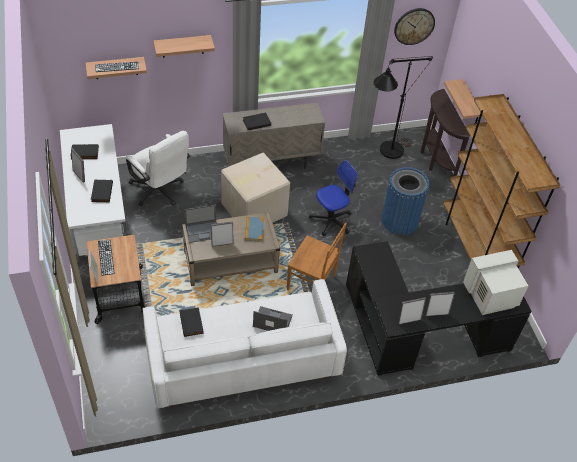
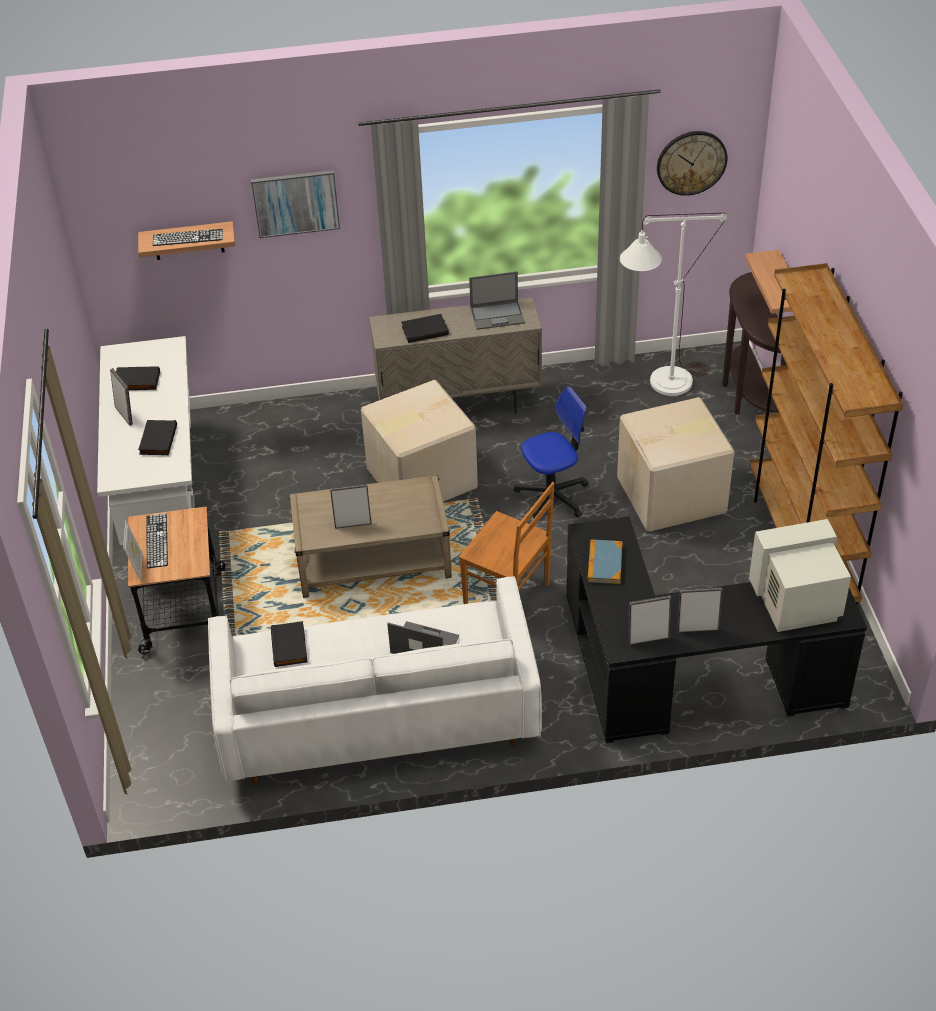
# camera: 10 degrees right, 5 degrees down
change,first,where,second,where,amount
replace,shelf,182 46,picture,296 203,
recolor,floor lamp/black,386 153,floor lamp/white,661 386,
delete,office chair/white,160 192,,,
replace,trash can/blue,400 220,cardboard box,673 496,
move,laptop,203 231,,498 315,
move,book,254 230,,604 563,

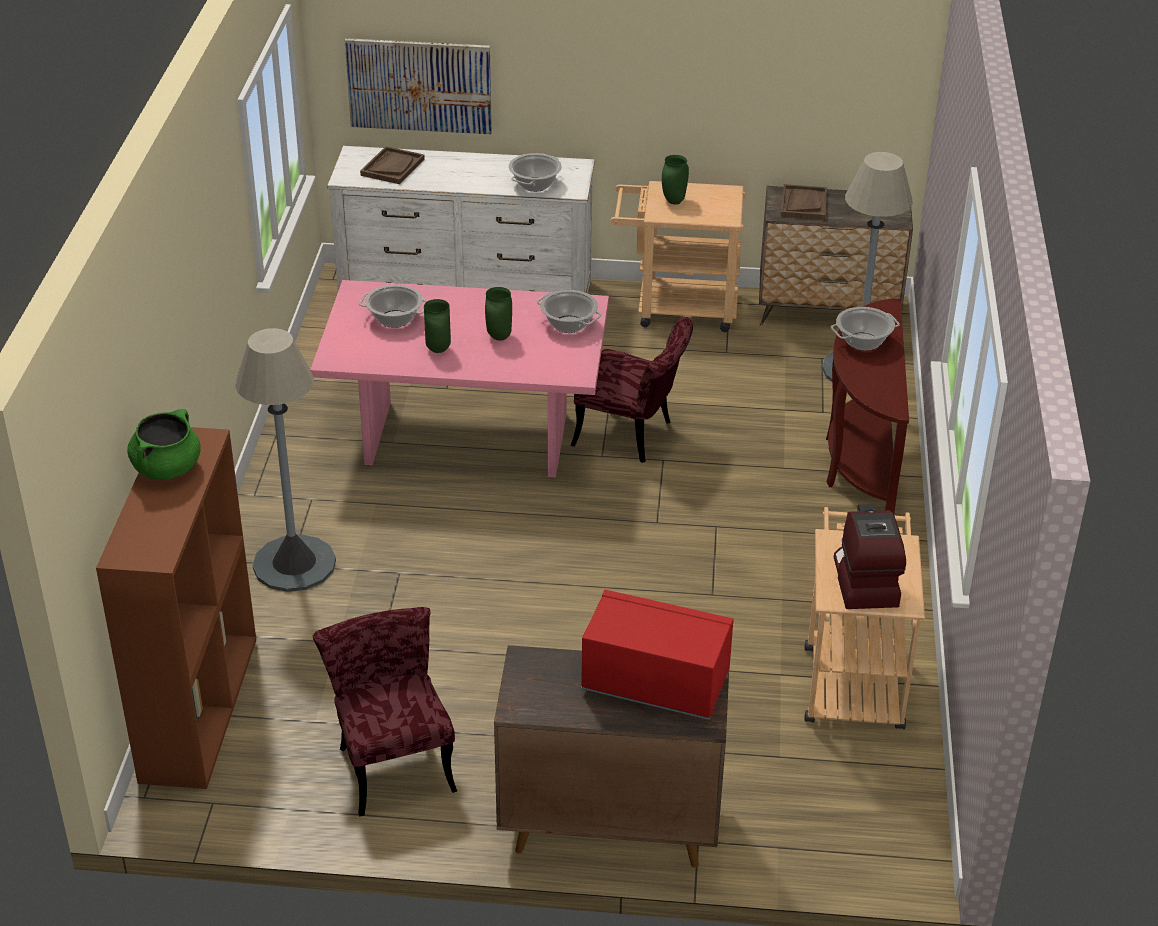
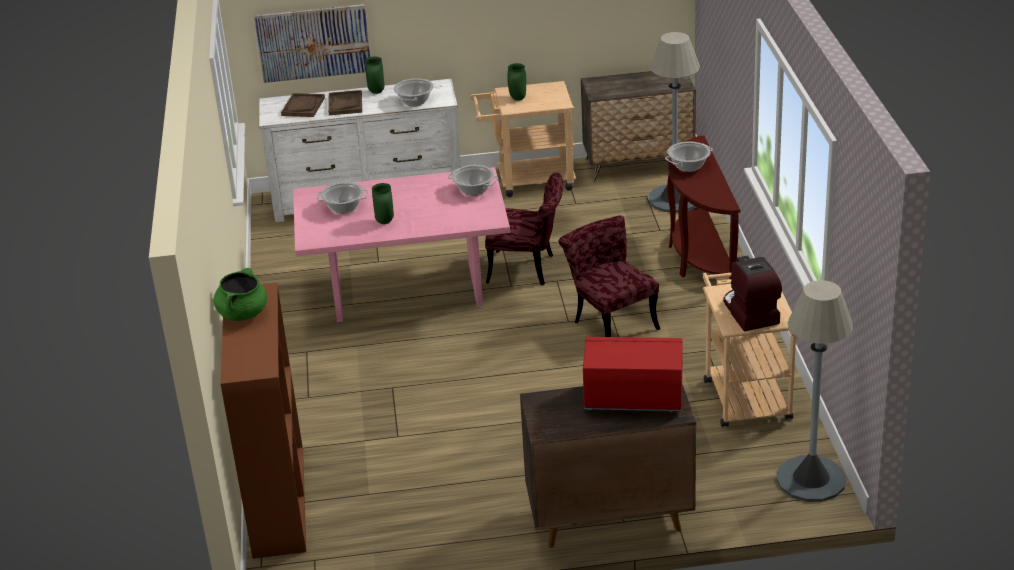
# camera: 10 degrees left, 5 degrees down
change,first,where,second,where,amount
move,tray/brown,803 204,,345 104,
move,vase/green,499 337,,377 92,
move,floor lamp/grey,294 564,,811 479,
move,chair/red,392 760,,610 322,

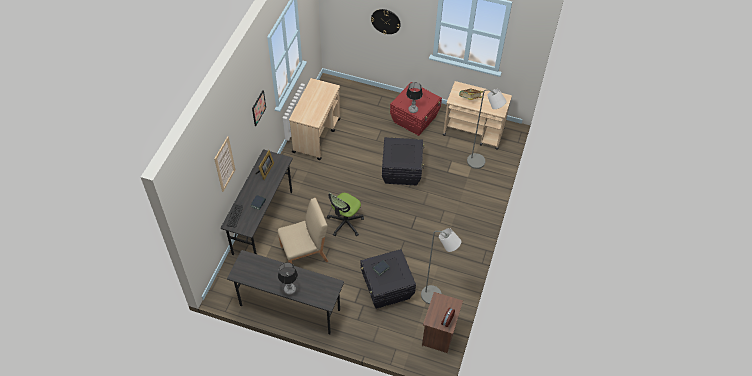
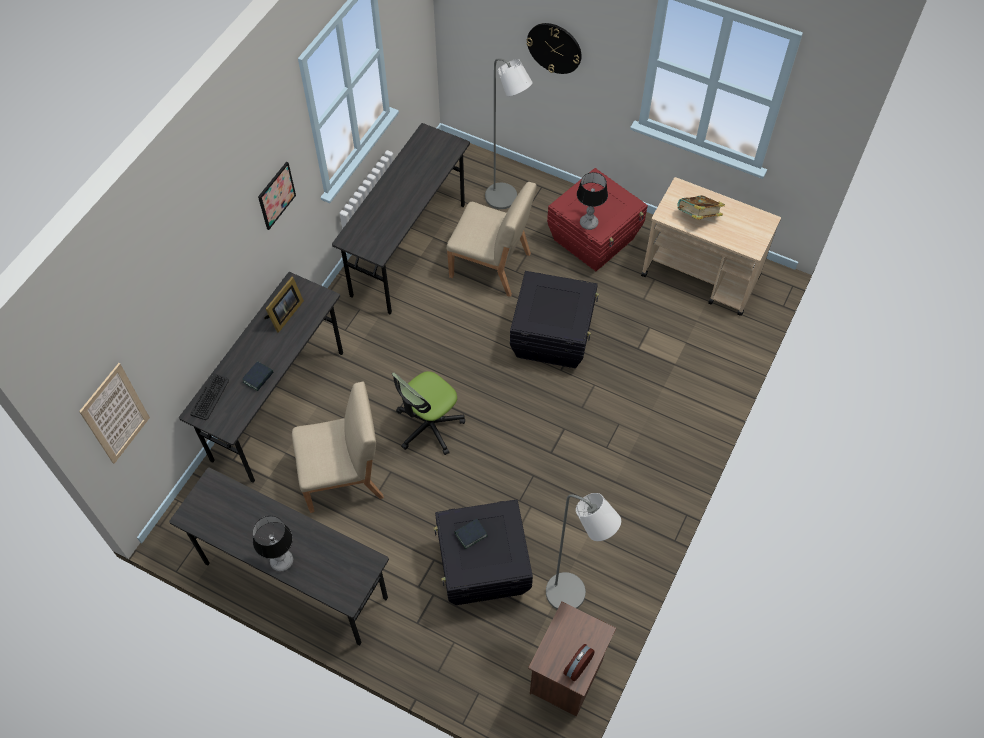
# camera: 10 degrees right, 5 degrees up
change,first,where,second,where,amount
replace,cart/beige,317 135,desk/grey,408 249,
move,floor lamp/grey,479 163,,505 200,
move,picture,224 164,,115 414,
insert,,,chair/beige,491 266,

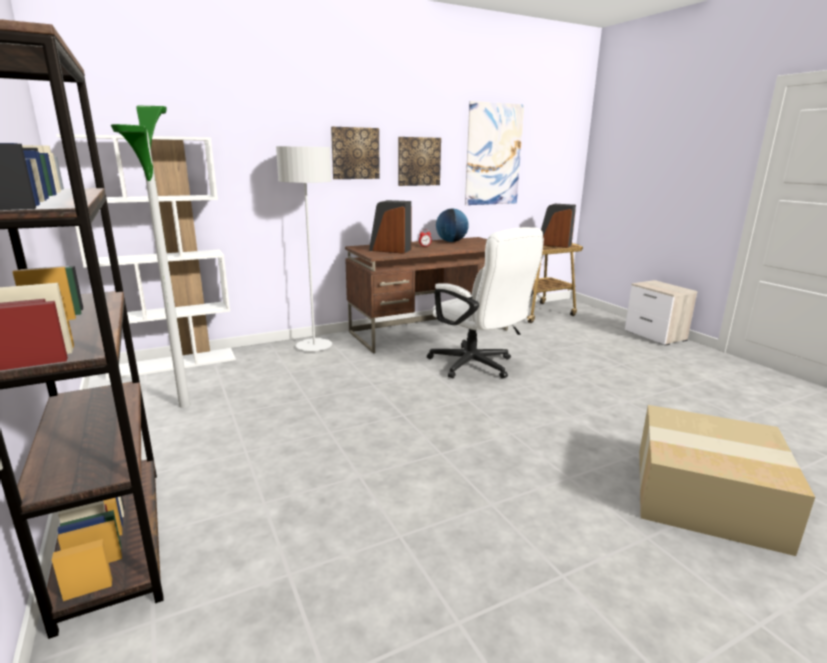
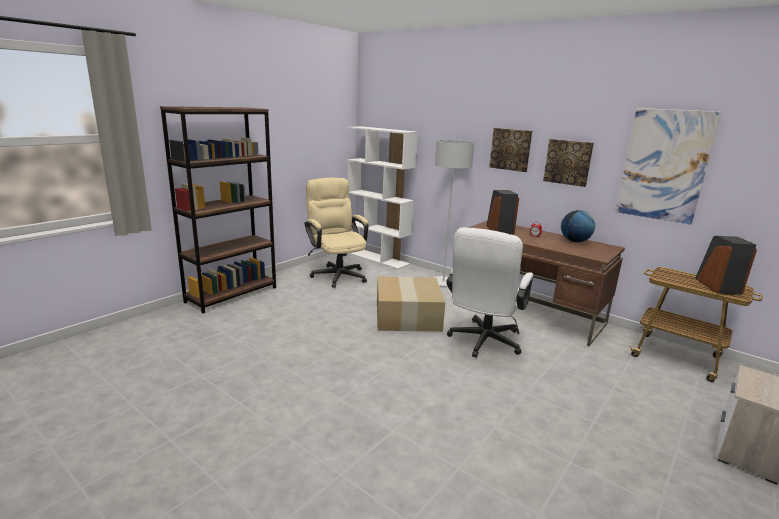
# camera: 65 degrees right, 0 degrees up
change,first,where,second,where,amount
replace,floor lamp,184 405,office chair/beige,337 274,
move,cardboard box,704 497,,406 315,

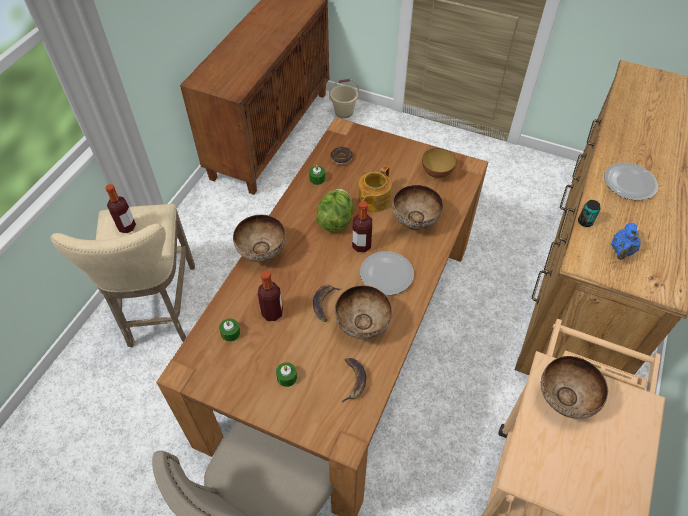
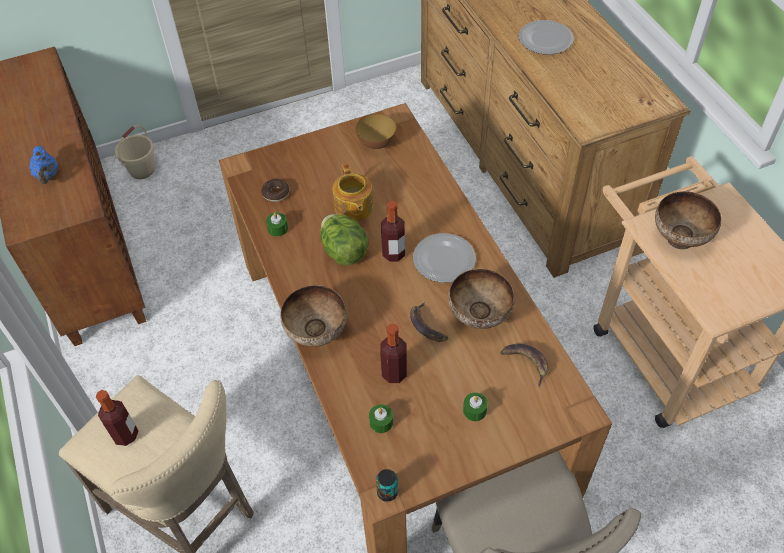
# camera: 45 degrees left, 0 degrees up
change,first,where,second,where,amount
delete,bowl,414 222,,,
move,can,585 222,,387 492,
move,teapot/blue,621 251,,47 176,

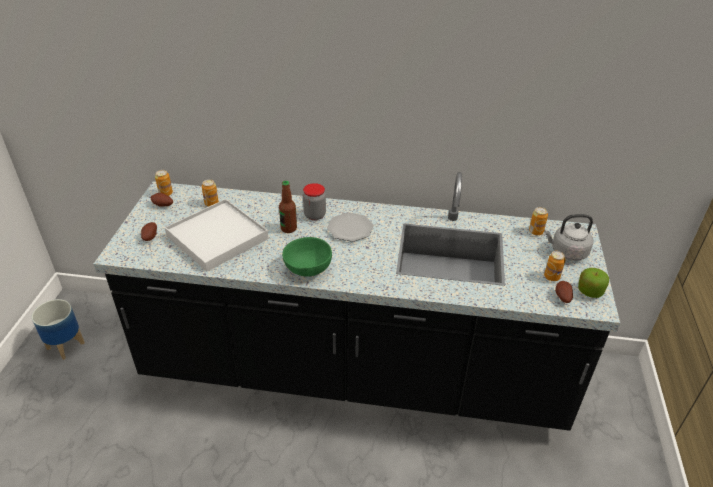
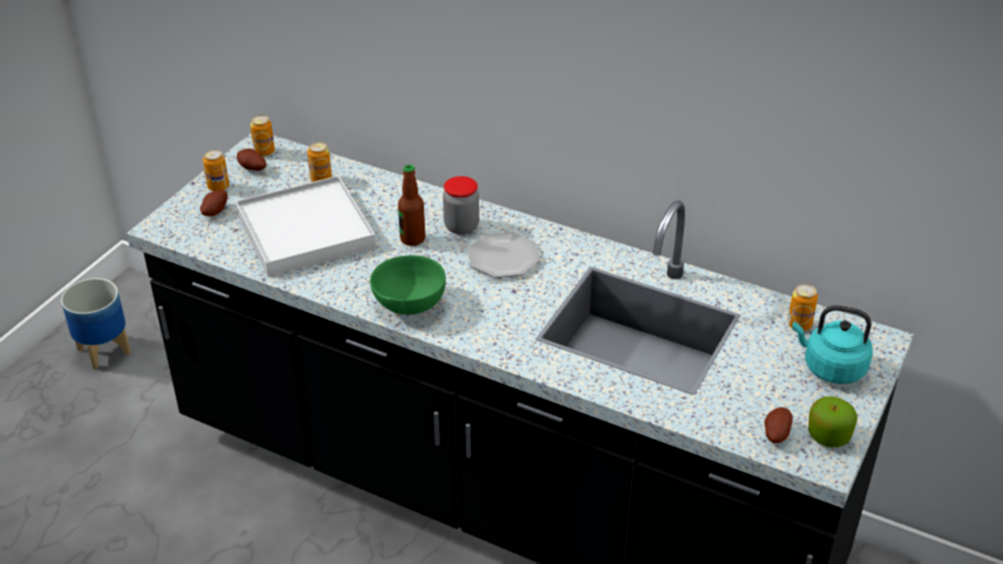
# camera: 20 degrees right, 0 degrees up
change,first,where,second,where,amount
recolor,kettle/grey,567 252,kettle/turquoise,830 368,
move,can,551 277,,218 187,

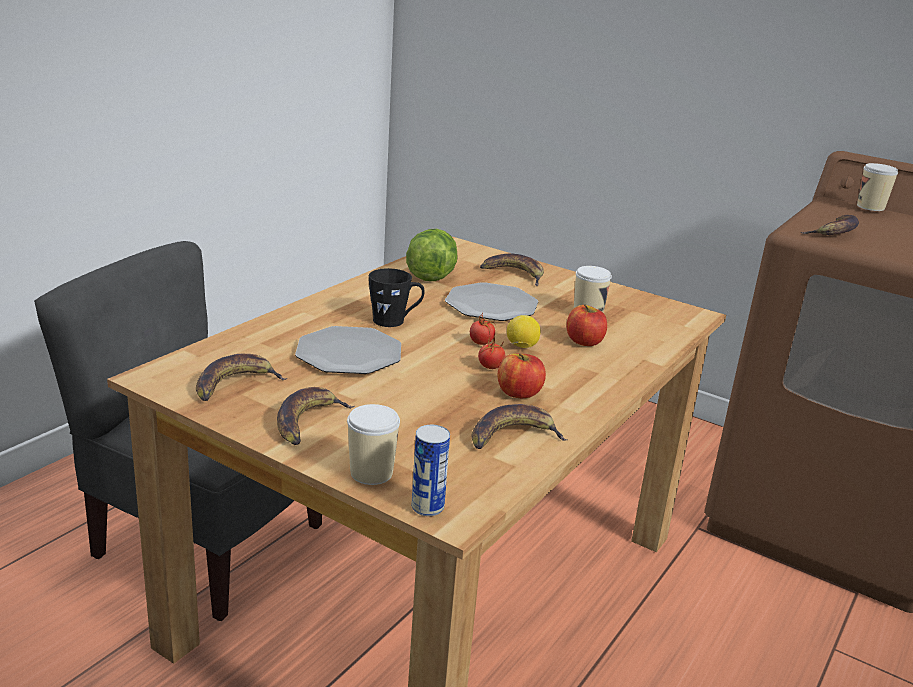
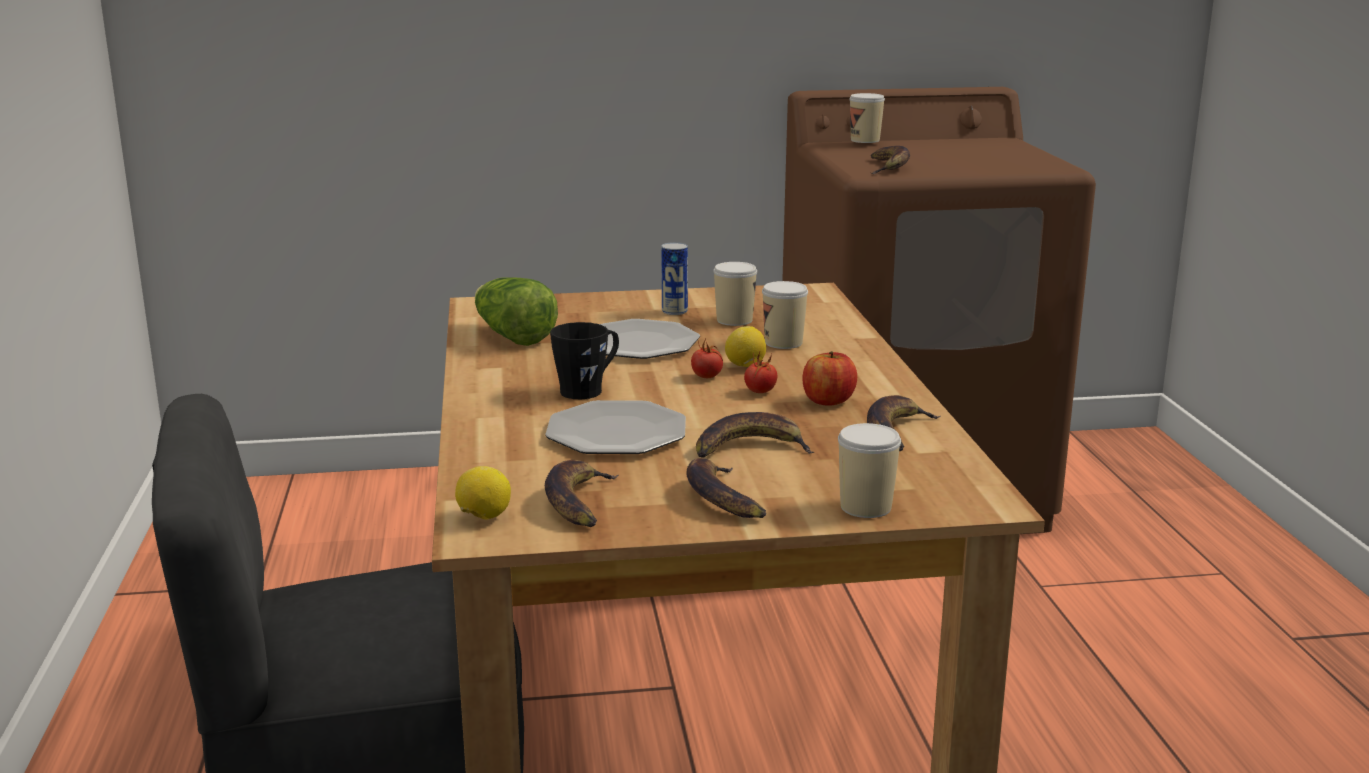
# camera: 40 degrees left, 5 degrees down
change,first,where,second,where,amount
move,banana,514 274,,750 448,
replace,apple,584 342,cup,783 343,
move,can,427 507,,674 311,
insert,,,lemon,483 517,

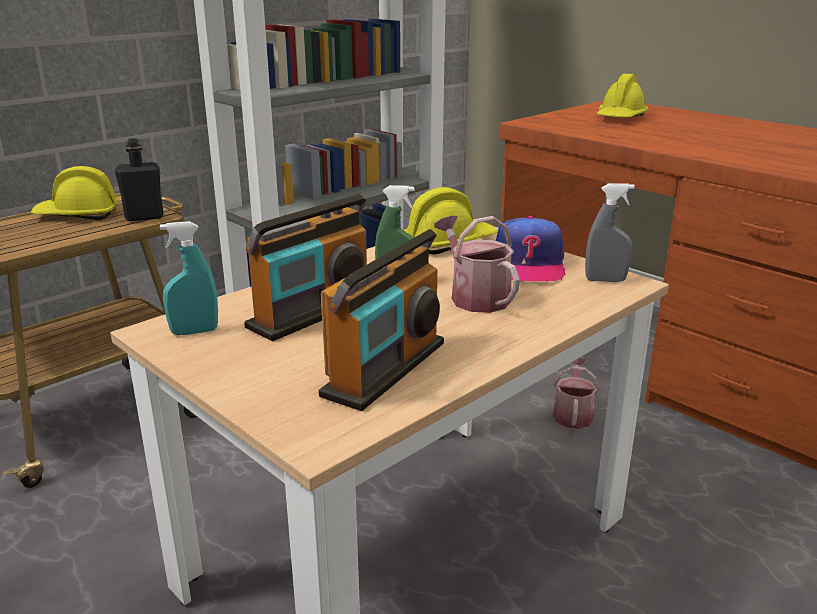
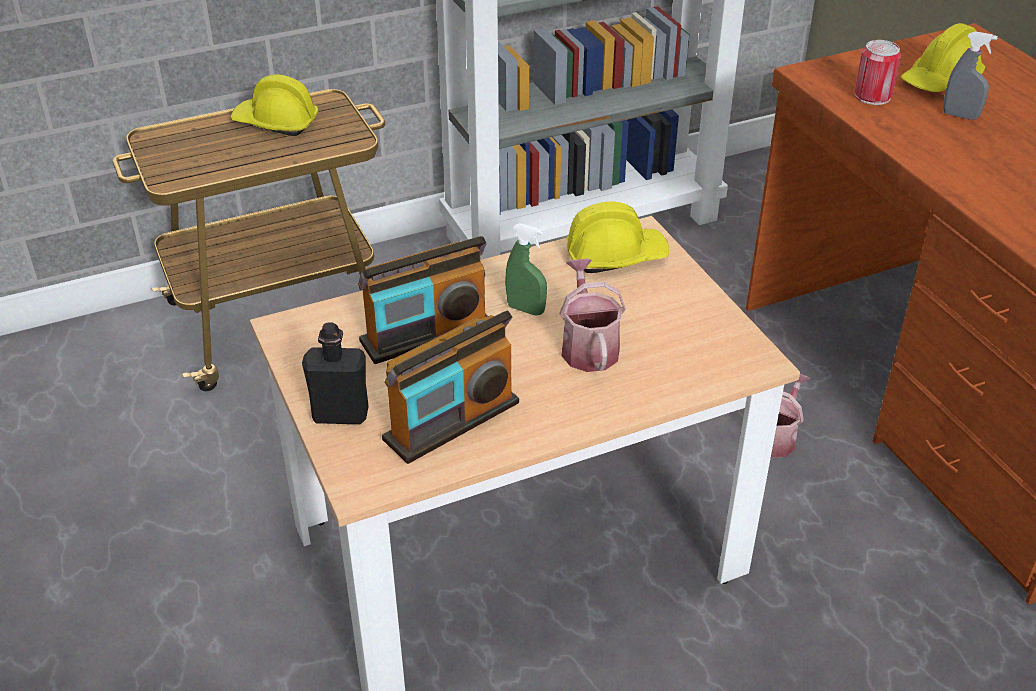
# camera: 20 degrees right, 15 degrees up
change,first,where,second,where,amount
move,bottle/black,144 217,,340 414,
move,spray bottle/grey,605 280,,960 116,
delete,cap,528 264,,,
delete,spray bottle/turquoise,194 331,,,
insert,,,can,872 96,

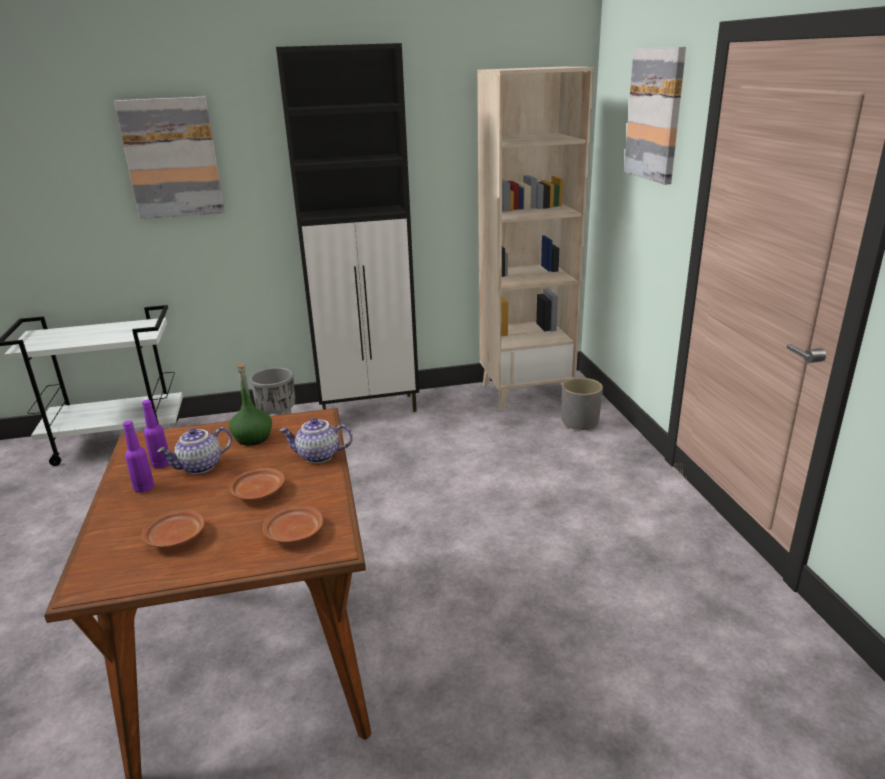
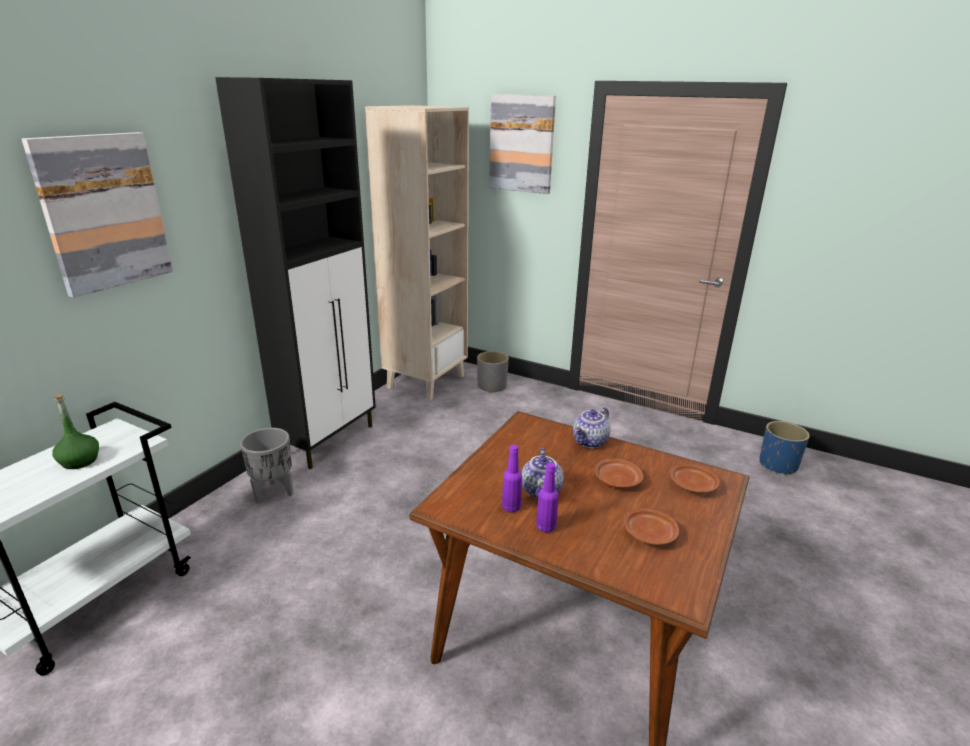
# camera: 50 degrees left, 0 degrees up
change,first,where,second,where,amount
move,bottle/green,253 438,,80 461,
insert,,,planter/blue,778 465,

